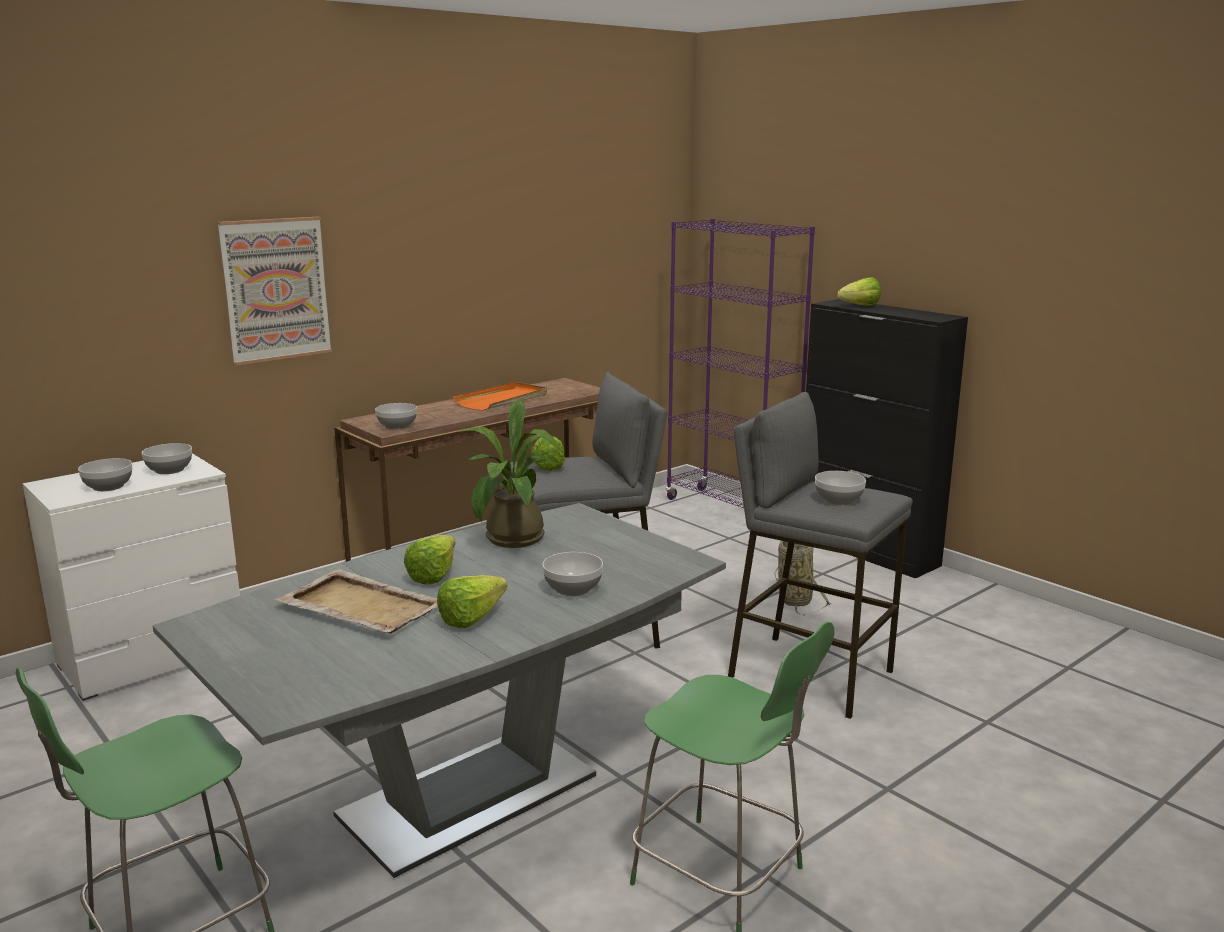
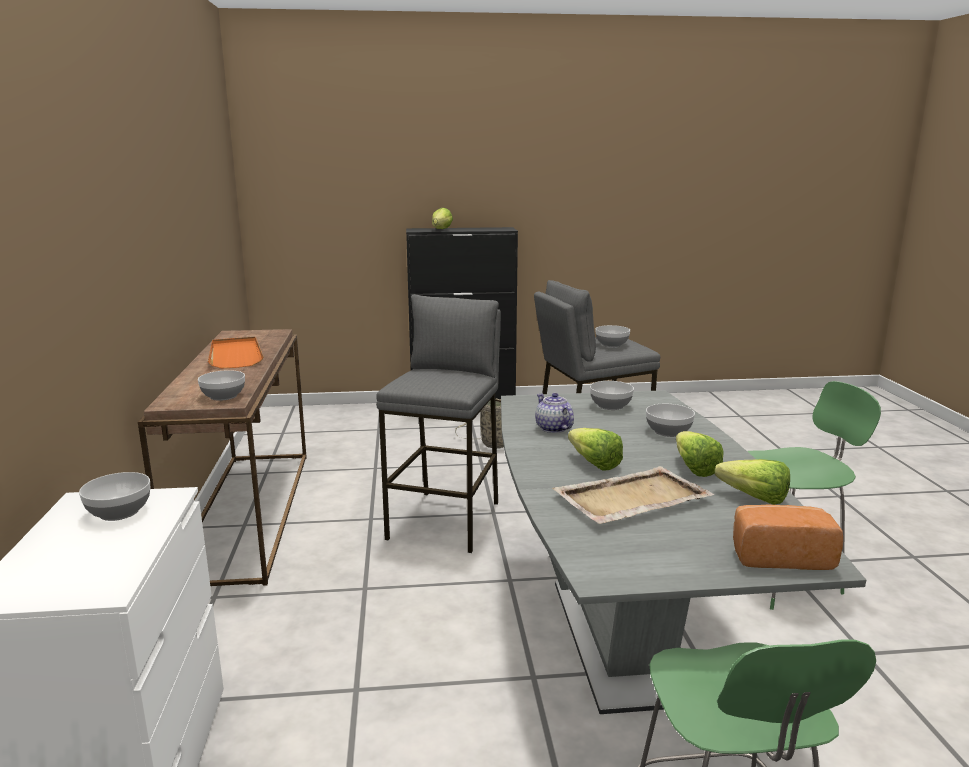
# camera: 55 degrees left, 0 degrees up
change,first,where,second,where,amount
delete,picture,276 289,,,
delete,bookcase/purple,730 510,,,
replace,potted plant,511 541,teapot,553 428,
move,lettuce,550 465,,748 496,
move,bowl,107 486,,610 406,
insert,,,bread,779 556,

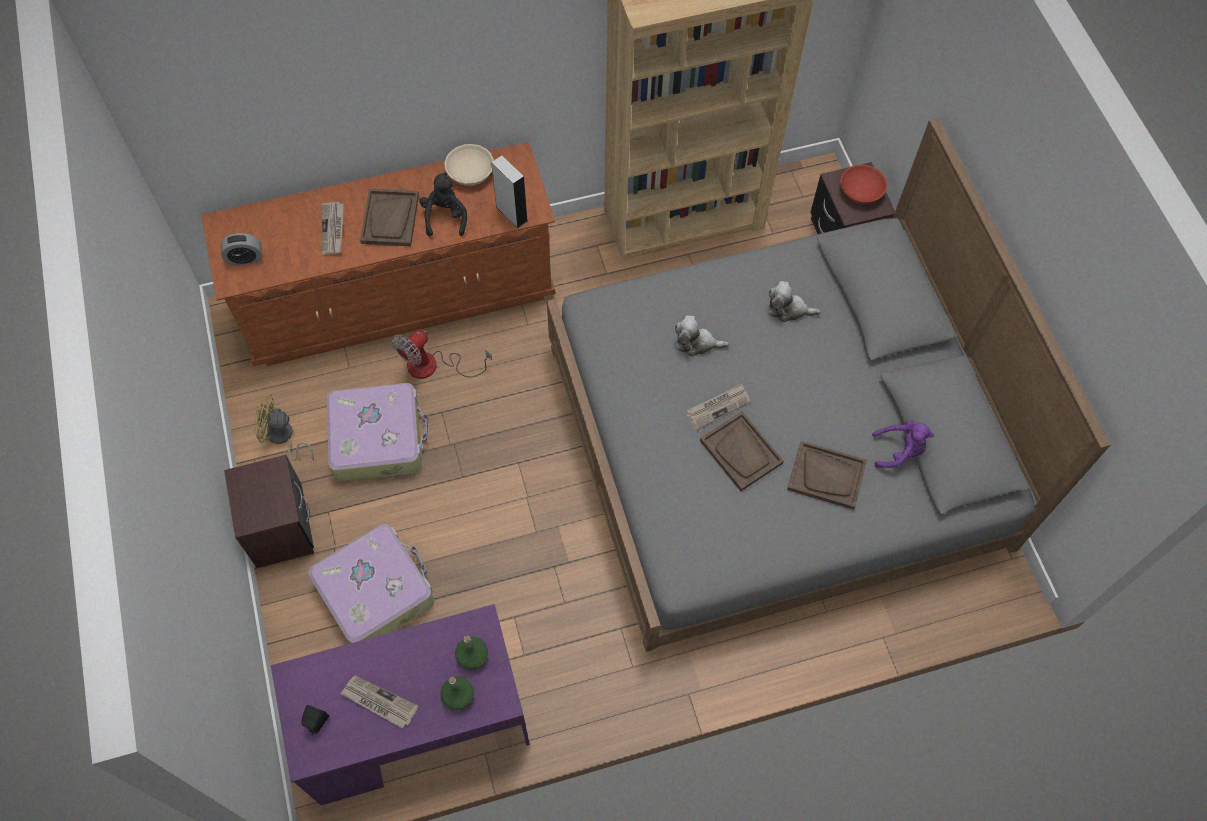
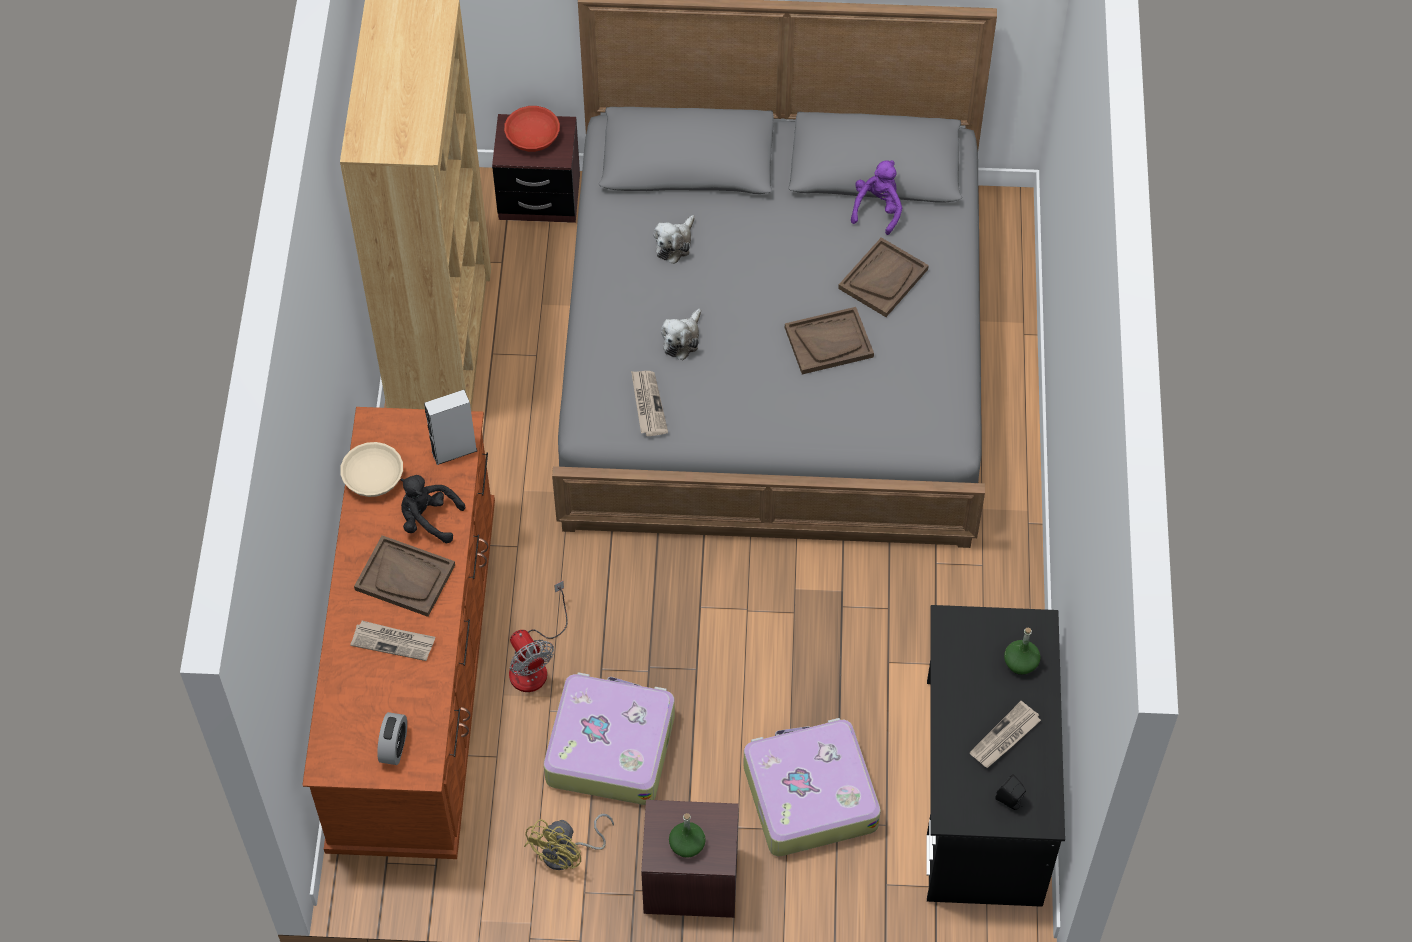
# camera: 70 degrees left, 5 degrees down
change,first,where,second,where,amount
move,newspaper,718 407,,647 404,
recolor,desk/purple,415 726,desk/black,982 791,
move,bottle/green,472 656,,687 845,

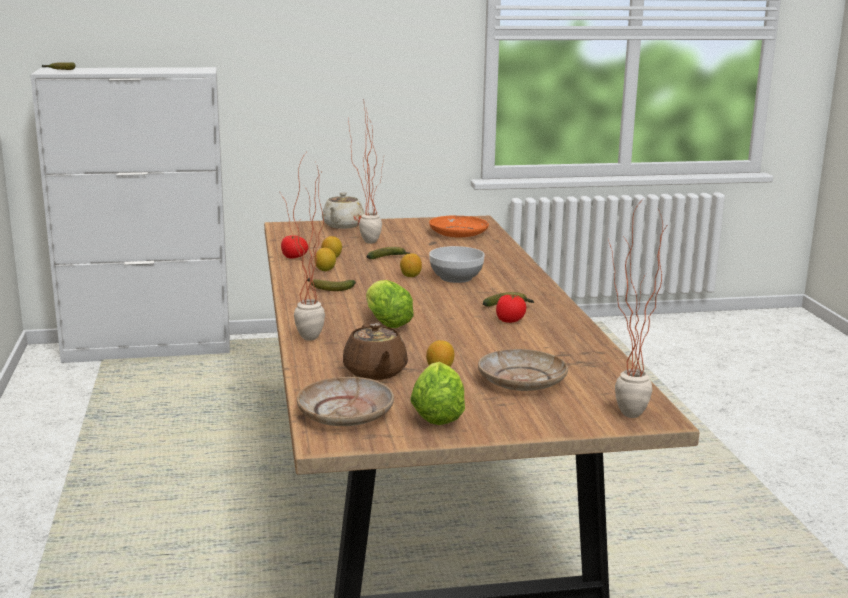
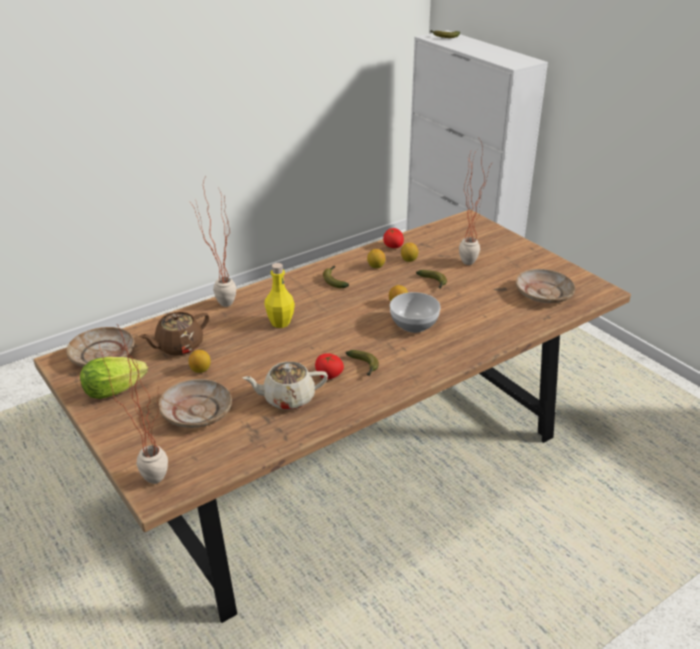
# camera: 65 degrees right, 15 degrees up
change,first,where,second,where,amount
move,teapot/beige,342 225,,287 398,
recolor,plate/orange,458 234,plate/beige,543 293,
replace,lettuce,385 322,bottle/yellow,280 323,

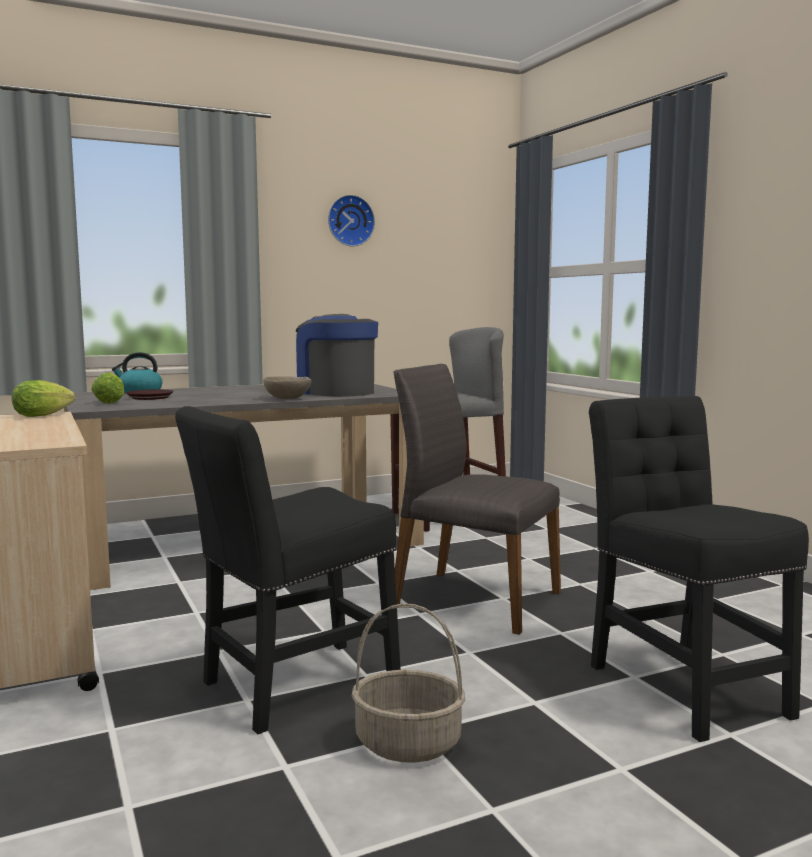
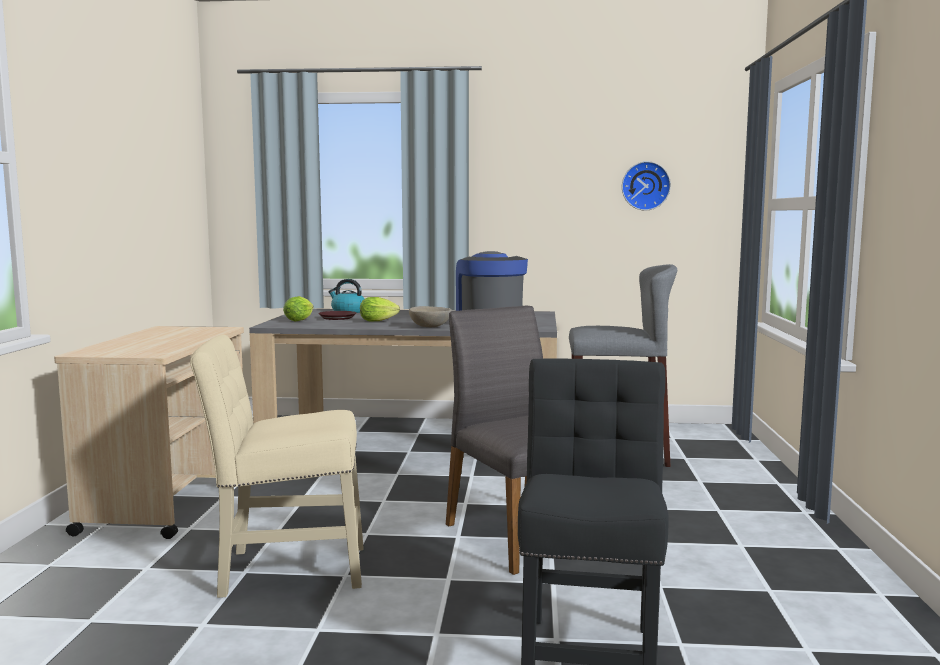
# camera: 30 degrees right, 0 degrees up
change,first,where,second,where,amount
move,wall clock,350 221,,645 186,
move,lettuce,45 415,,380 321,
recolor,chair/black,292 686,chair/beige,285 570,
delete,basket,407 744,,,

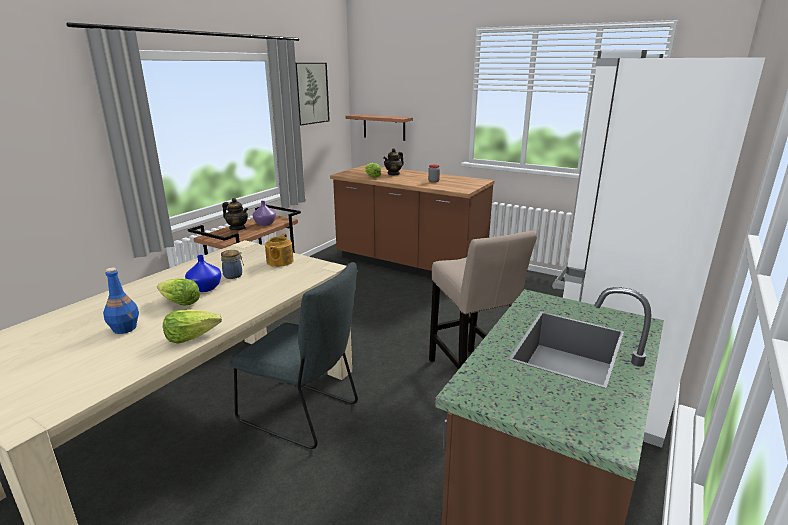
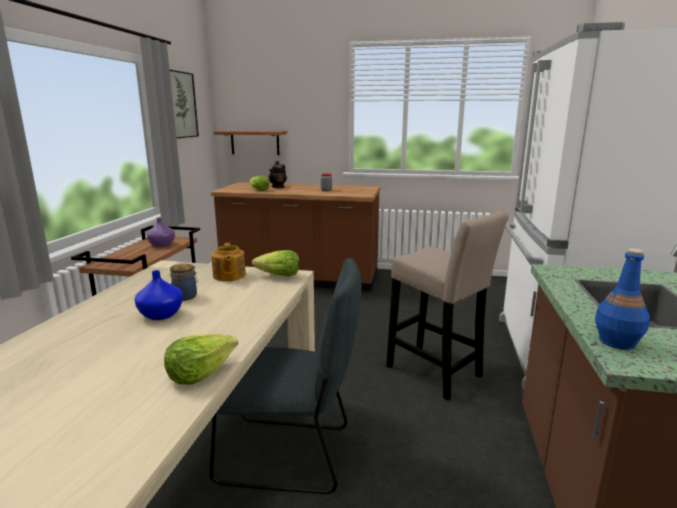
# camera: 20 degrees left, 5 degrees down
change,first,where,second,where,amount
delete,teapot,237 228,,,
move,bottle/blue,125 328,,616 341,
move,lettuce,179 303,,278 276,

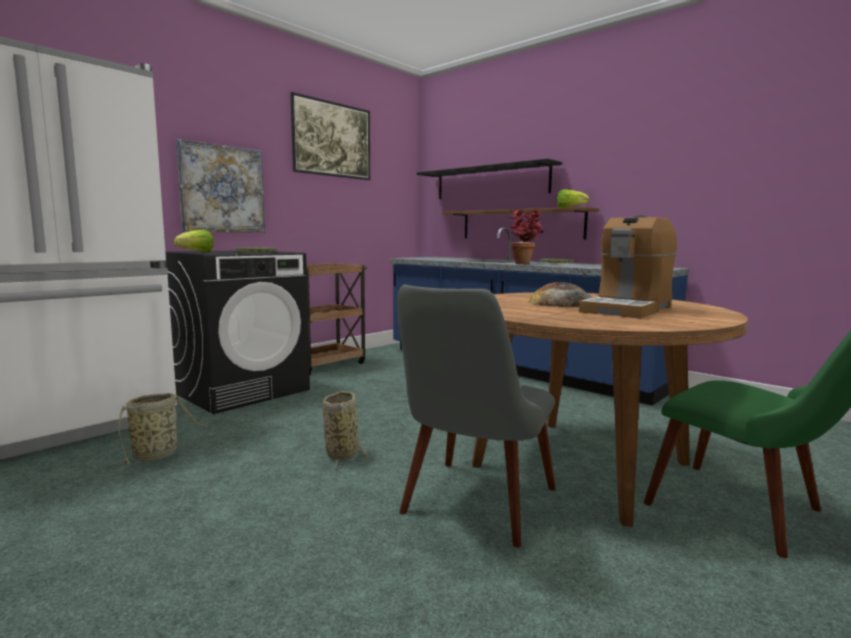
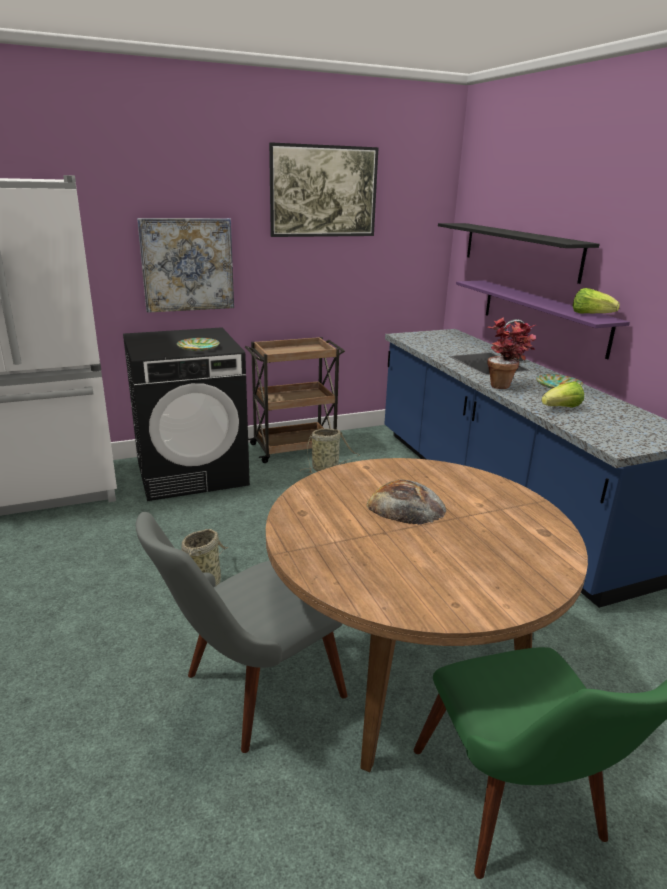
# camera: 25 degrees right, 15 degrees up
change,first,where,second,where,amount
recolor,shelf/brown,520 224,shelf/purple,542 316,
delete,coffee machine,627 309,,,
move,lettuce,196 252,,561 408,
move,basket,158 455,,327 468,

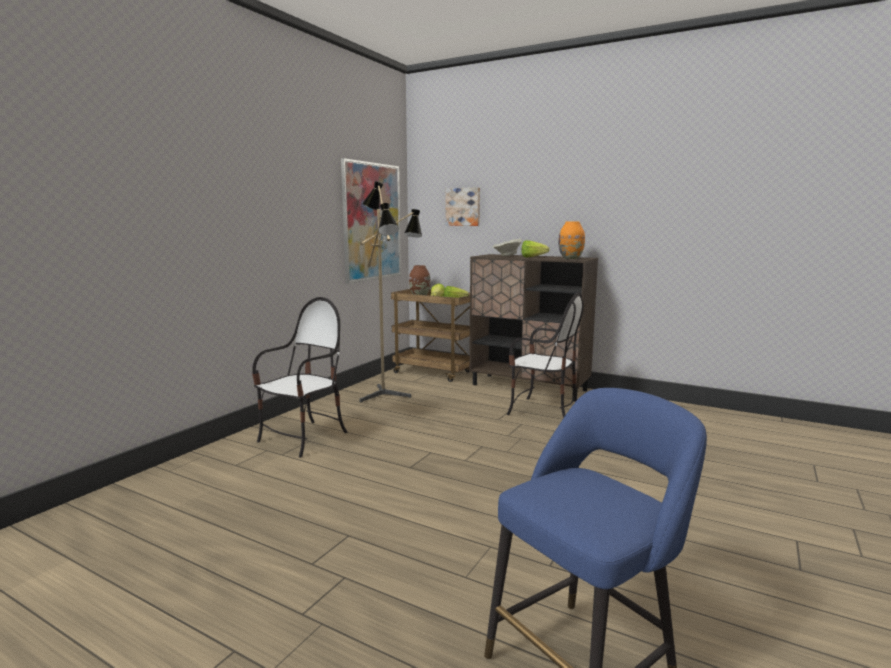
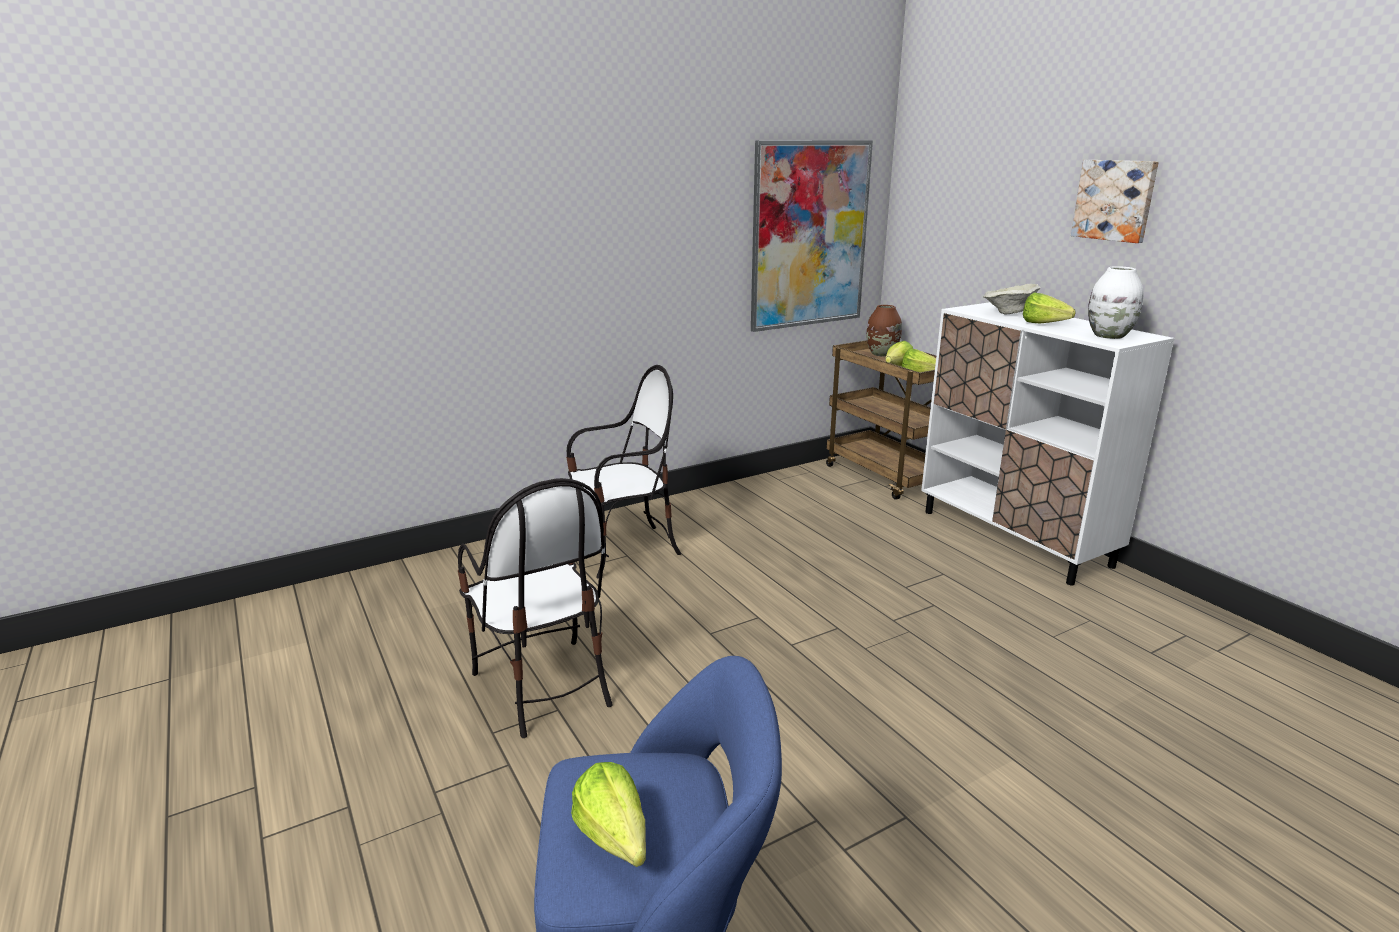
# camera: 30 degrees right, 10 degrees up
change,first,where,second,where,amount
delete,floor lamp,389 394,,,
move,picture,463 207,,1115 200,
recolor,vase/orange,571 258,vase/white,1109 336,
recolor,cabinet/brown,529 387,cabinet/white,1014 538,
move,chair,543 411,,543 686,
insert,,,lettuce,615 845,

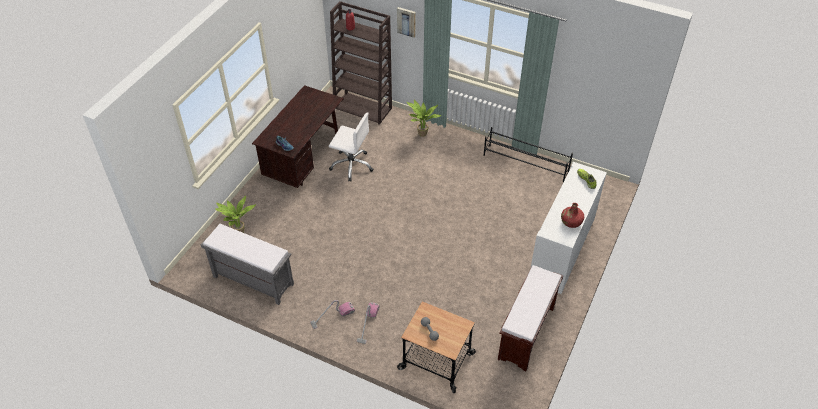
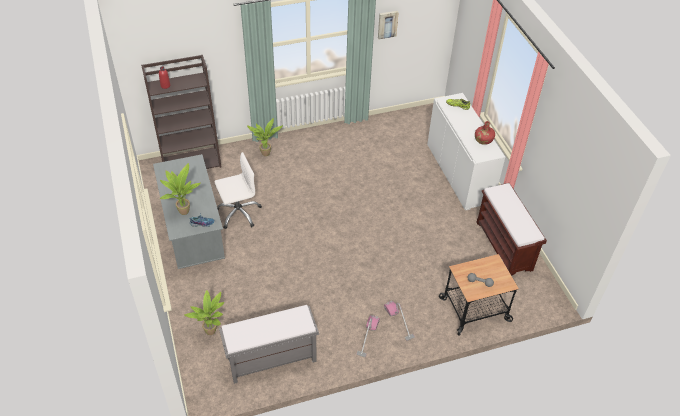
# camera: 45 degrees left, 0 degrees up
change,first,where,second,where,amount
move,picture,406 21,,387 24,
recolor,desk/brown,304 161,desk/grey,194 235,
delete,shoe rack/black,526 163,,,
insert,,,potted plant,183 211,

